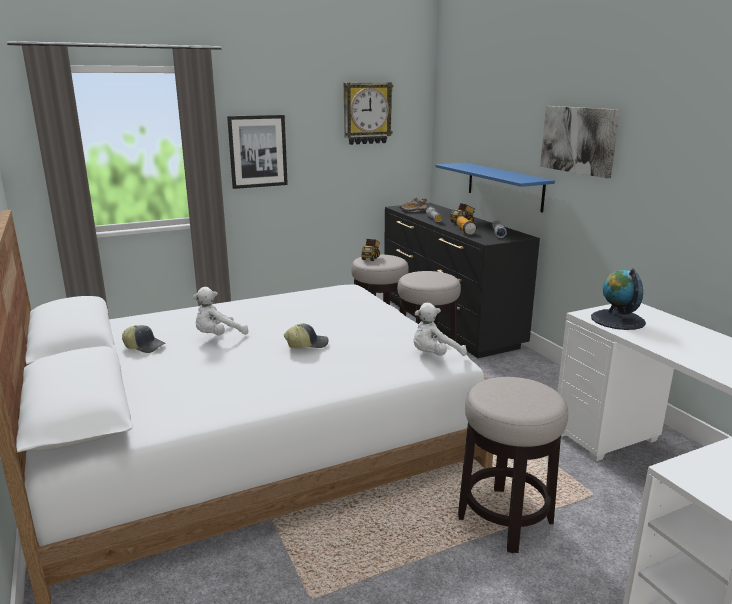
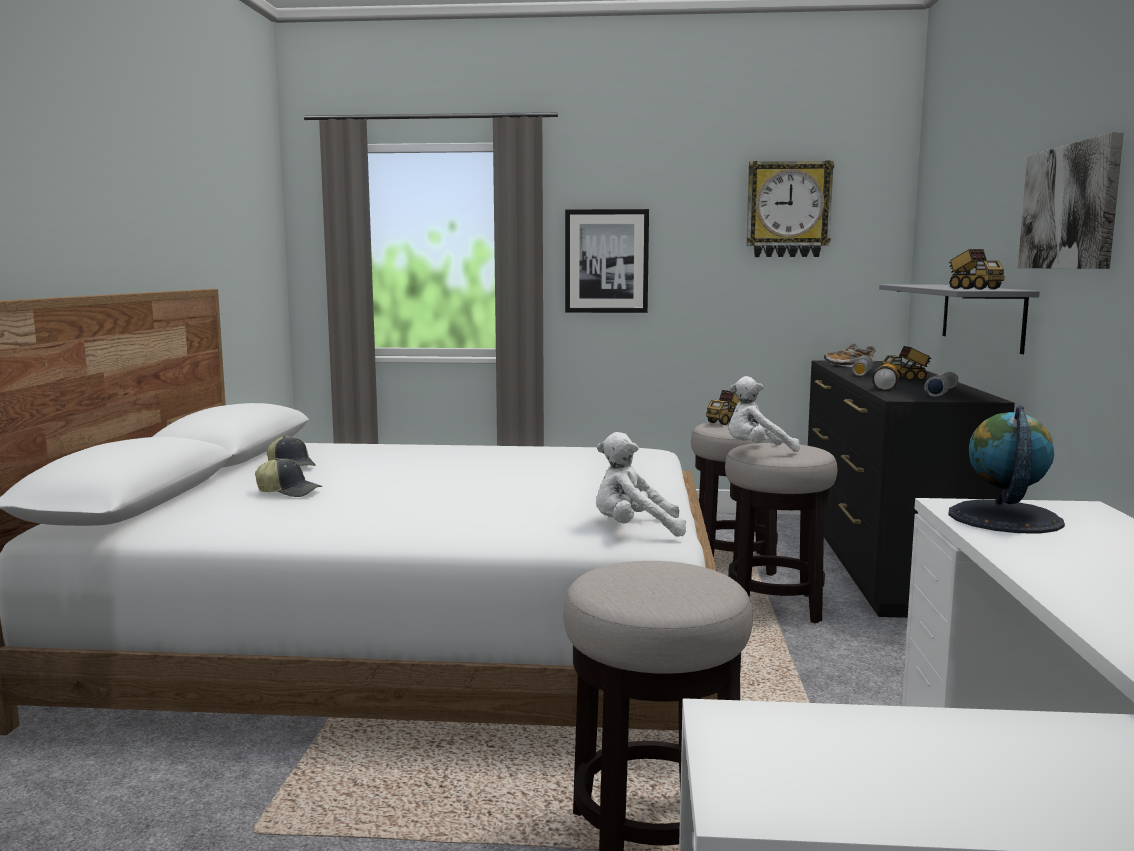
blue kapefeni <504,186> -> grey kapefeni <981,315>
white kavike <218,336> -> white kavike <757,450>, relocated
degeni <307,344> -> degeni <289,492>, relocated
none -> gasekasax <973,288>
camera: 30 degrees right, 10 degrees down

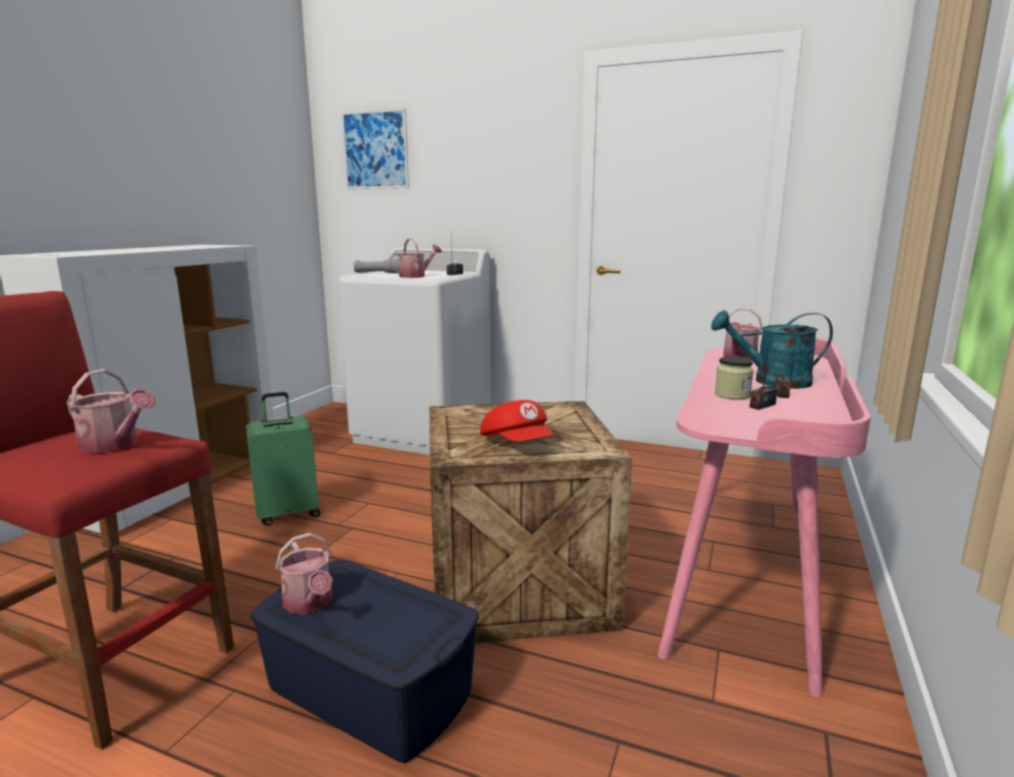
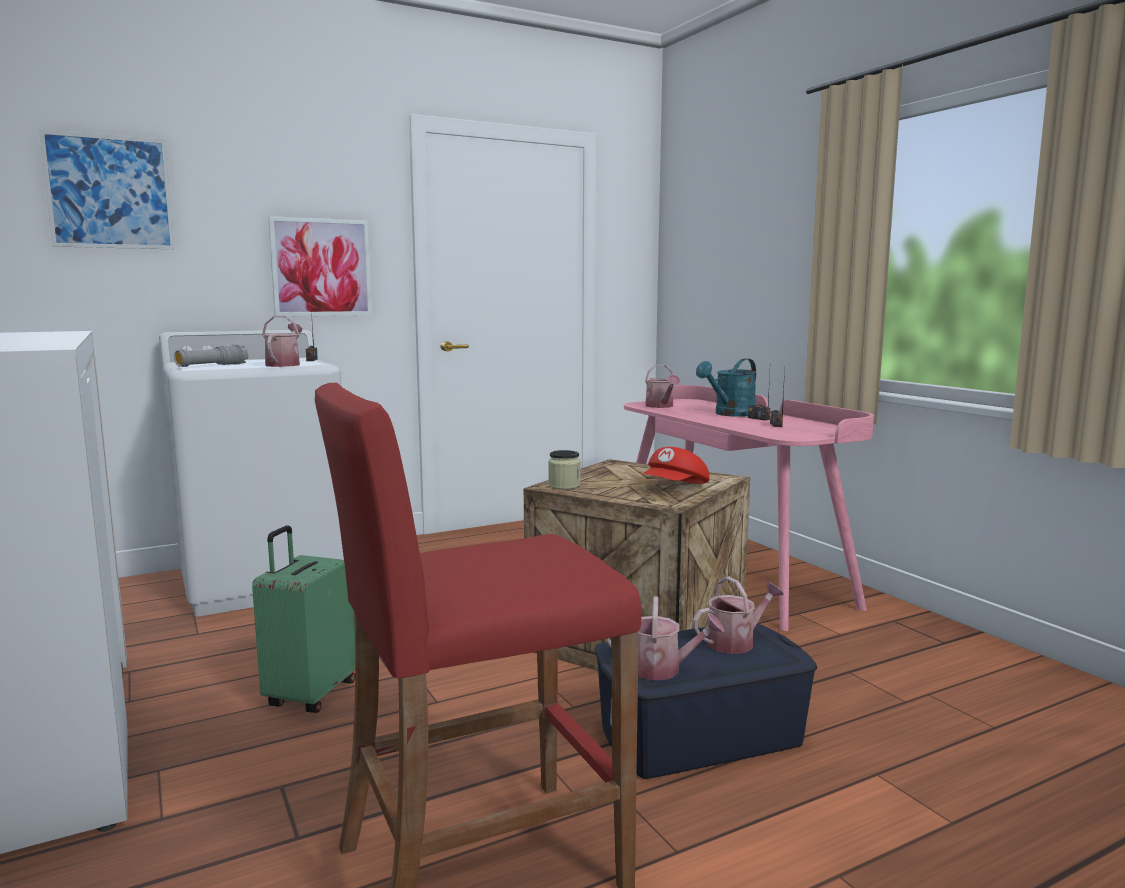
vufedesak <732,395> -> vufedesak <564,486>, relocated
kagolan <114,445> -> kagolan <736,642>, relocated
red degeni <518,444> -> red degeni <675,488>, 120 degrees clockwise
none -> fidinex <321,267>
camera: 50 degrees left, 5 degrees down

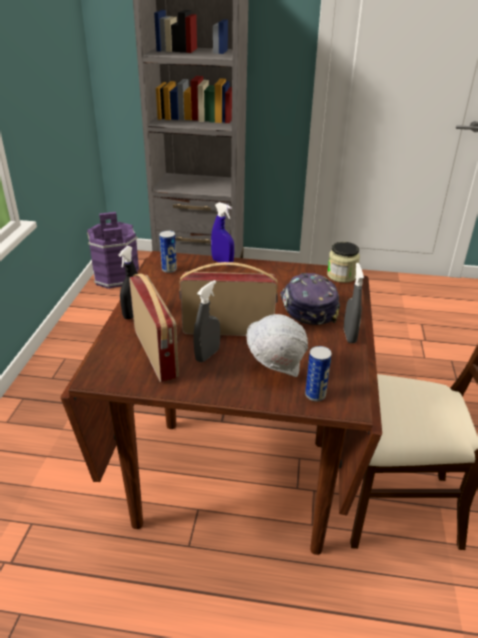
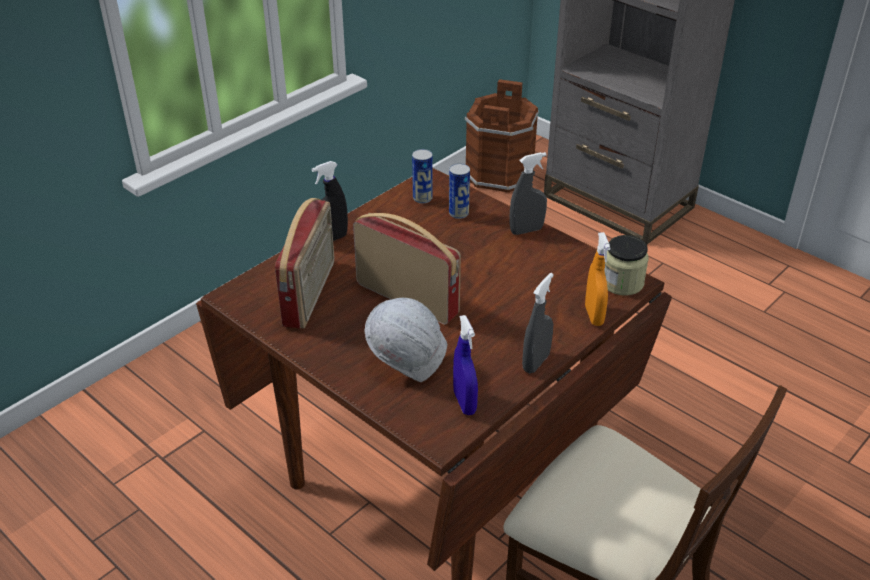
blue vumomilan <222,262> -> blue vumomilan <464,402>, relocated
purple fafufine <117,276> -> brown fafufine <500,174>
degeni <307,307> -> none
grey vumomilan <207,355> -> grey vumomilan <526,230>, relocated
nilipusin <315,395> -> nilipusin <458,213>, relocated
none -> orange vumomilan <594,316>
camera: 35 degrees right, 5 degrees up

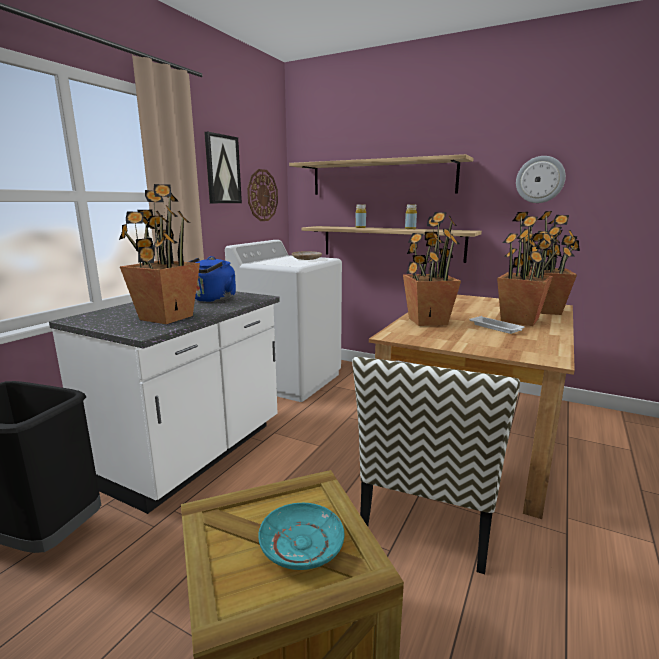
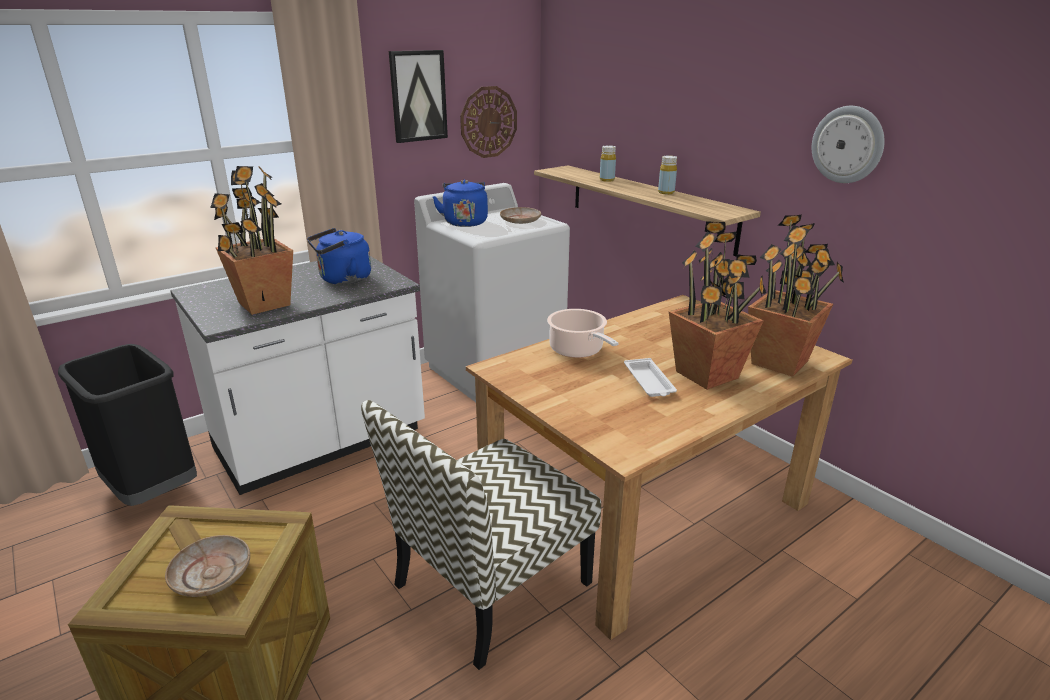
kapefeni <381,178> -> none
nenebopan <427,321> -> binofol <578,350>
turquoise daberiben <301,544> -> beige daberiben <212,574>
none -> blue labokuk <465,222>
camera: 25 degrees right, 10 degrees up

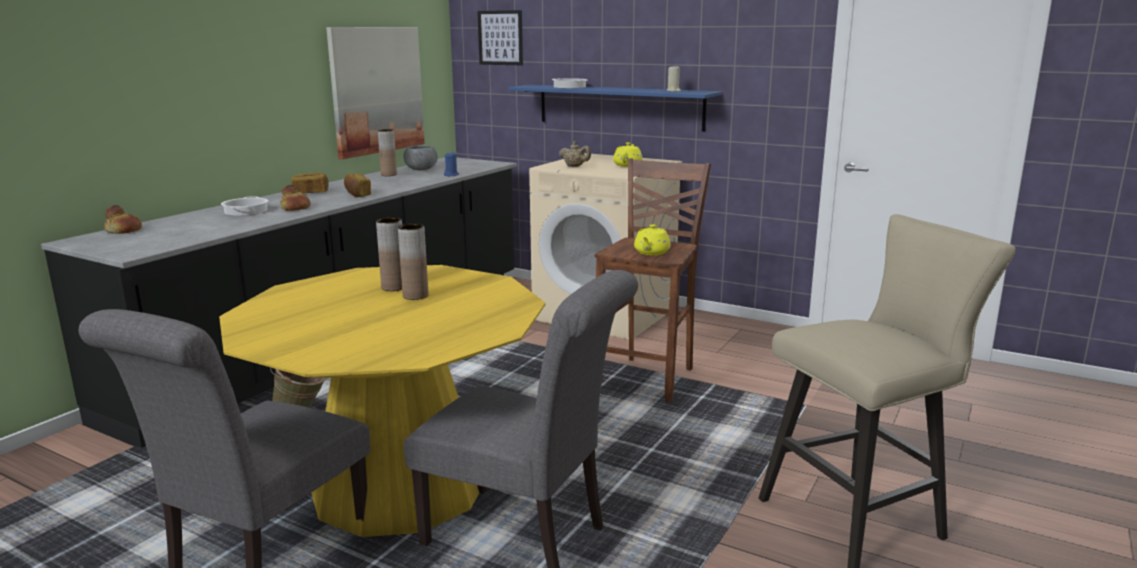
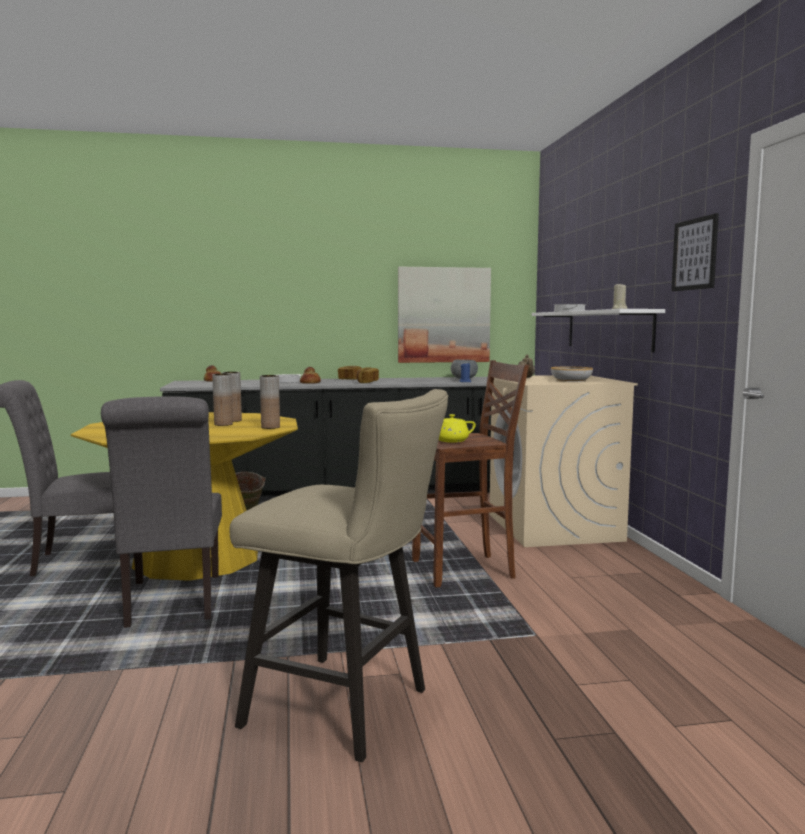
fidinex <500,38> -> fidinex <694,254>, relocated
blue kapefeni <619,107> -> white kapefeni <607,330>
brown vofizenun <389,175> -> brown vofizenun <270,427>, relocated
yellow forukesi <628,165> -> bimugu <571,380>
camera: 50 degrees right, 10 degrees down

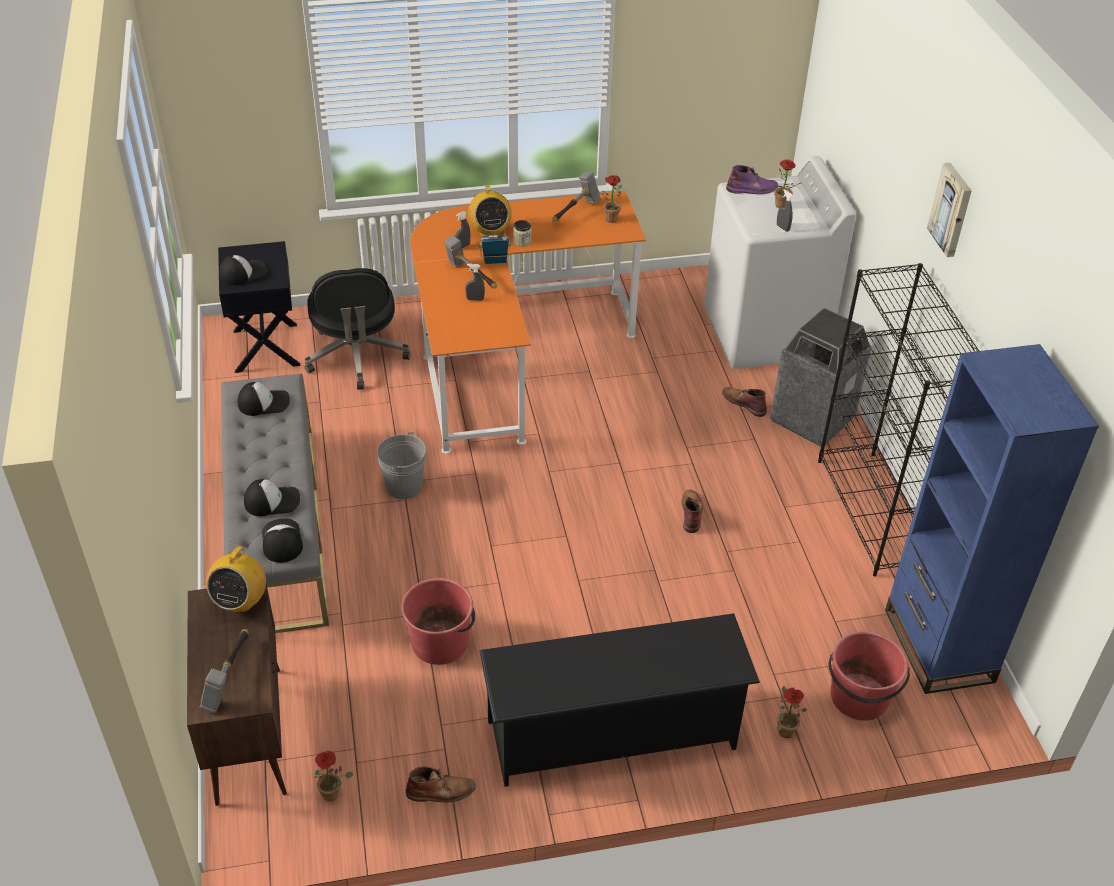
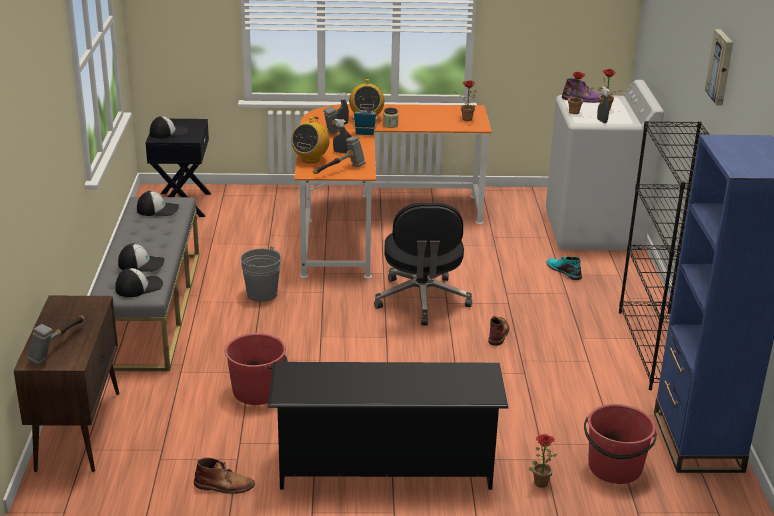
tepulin <575,212> -> tepulin <339,171>, relocated
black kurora <356,356> -> black kurora <422,300>, relocated
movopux <811,419> -> none
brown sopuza <744,403> -> turquoise sopuza <563,271>
degeni <281,541> -> degeni <139,287>, 60 degrees clockwise
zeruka <240,602> -> zeruka <310,159>, relocated
nenebopan <334,793> -> nenebopan <576,112>, relocated
camera: 10 degrees right, 15 degrees down

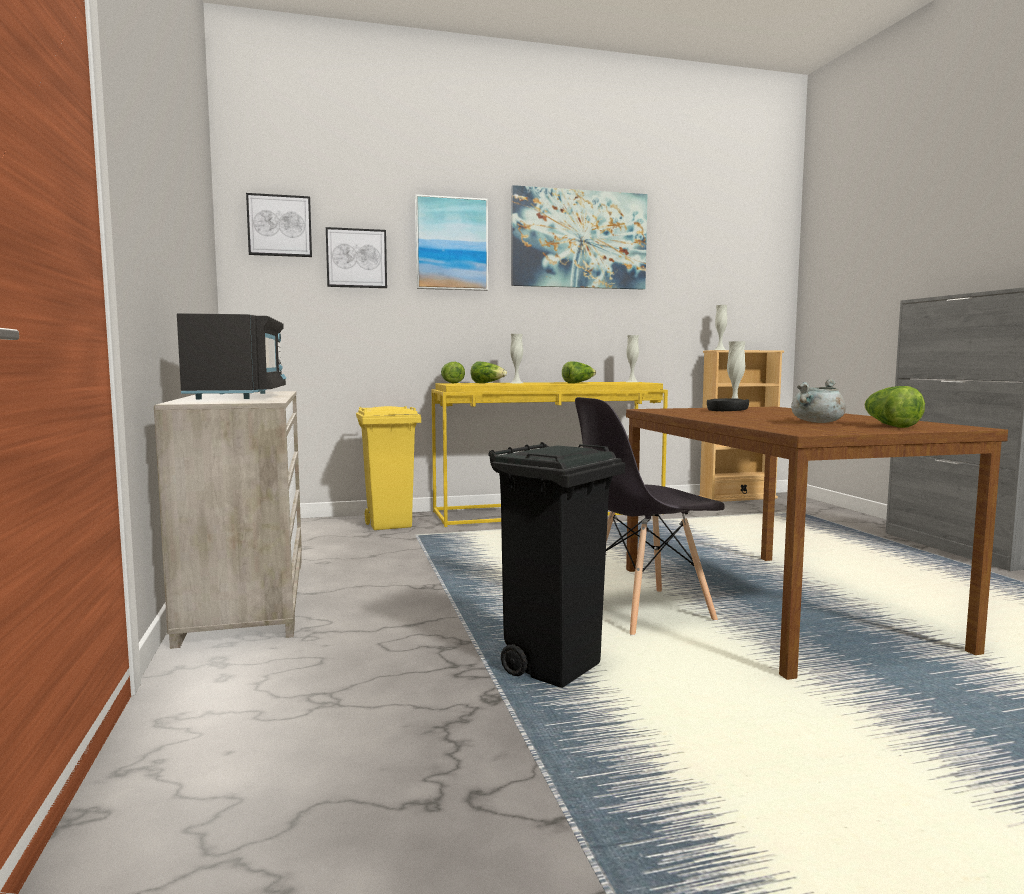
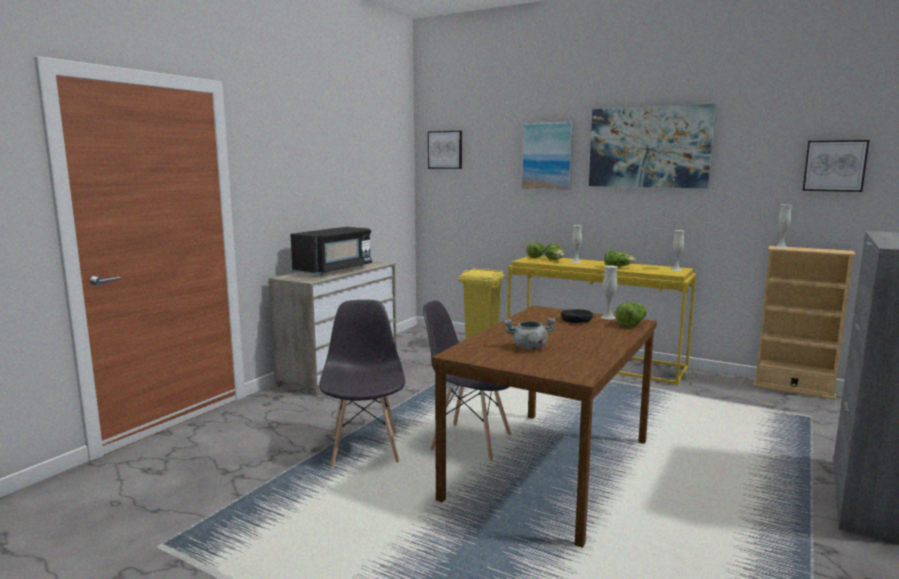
fidinex <356,258> -> fidinex <834,166>, relocated
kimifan <889,426> -> kimifan <631,324>, relocated
black movopux <555,667> -> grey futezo <365,448>
camera: 45 degrees right, 5 degrees up

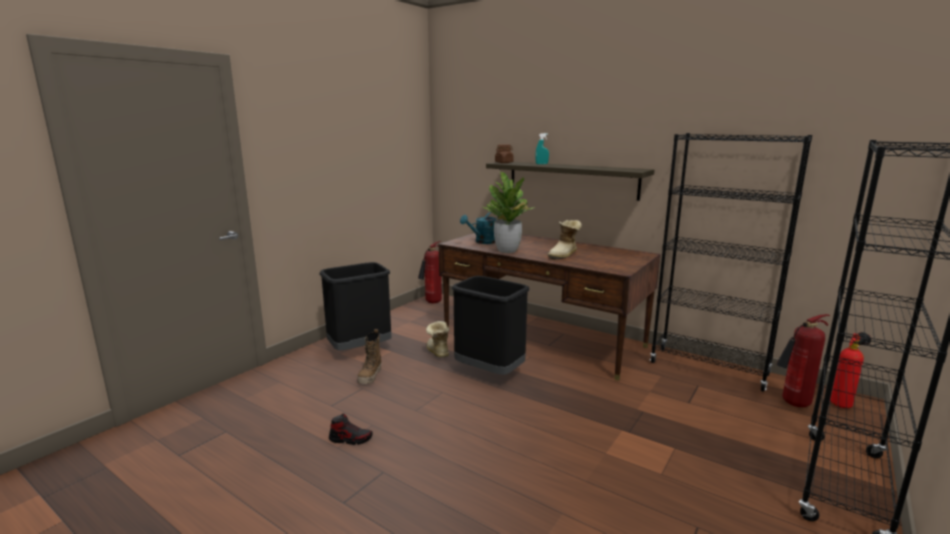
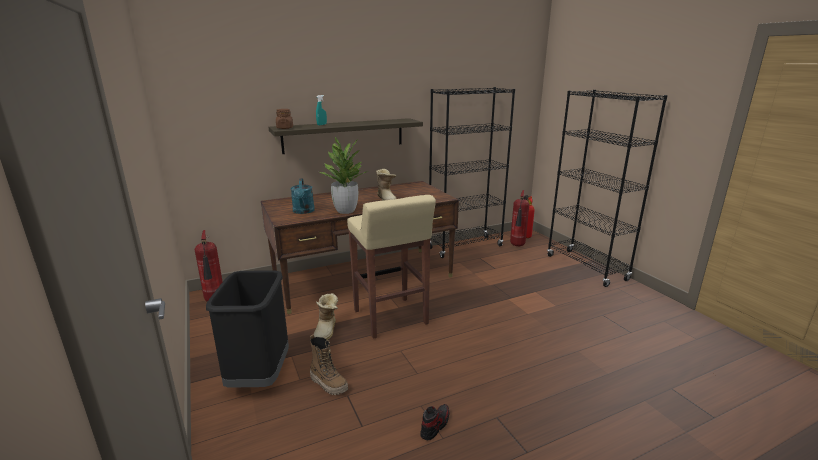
black movopux <489,372> -> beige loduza <390,318>
sopuza <437,352> -> sopuza <327,331>, 90 degrees counterclockwise
camera: 60 degrees left, 5 degrees up

